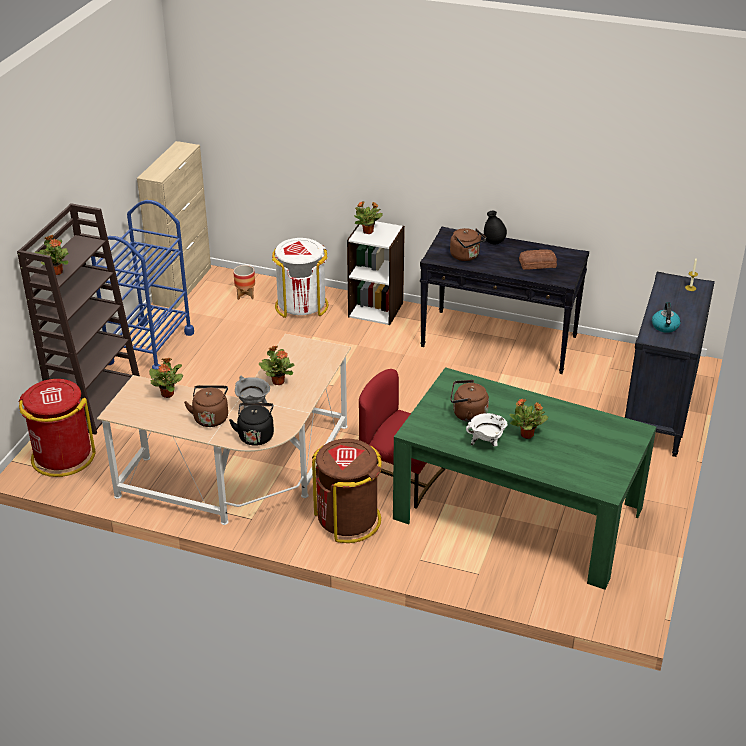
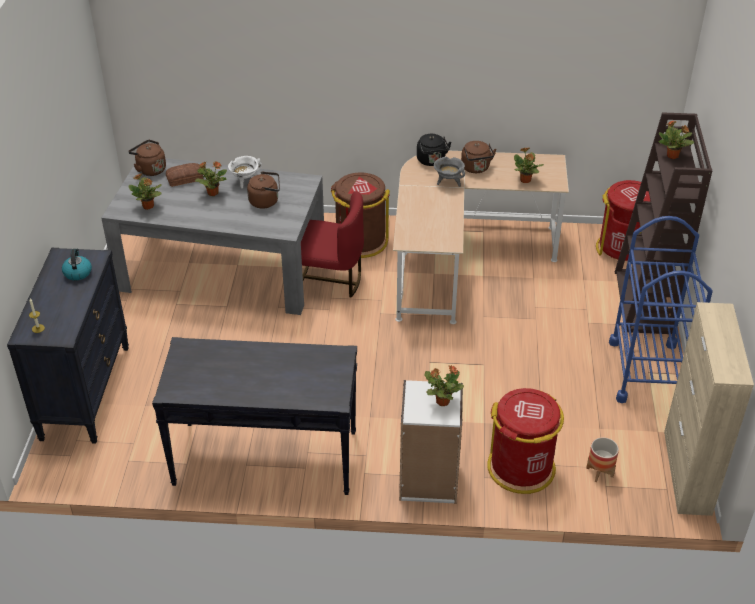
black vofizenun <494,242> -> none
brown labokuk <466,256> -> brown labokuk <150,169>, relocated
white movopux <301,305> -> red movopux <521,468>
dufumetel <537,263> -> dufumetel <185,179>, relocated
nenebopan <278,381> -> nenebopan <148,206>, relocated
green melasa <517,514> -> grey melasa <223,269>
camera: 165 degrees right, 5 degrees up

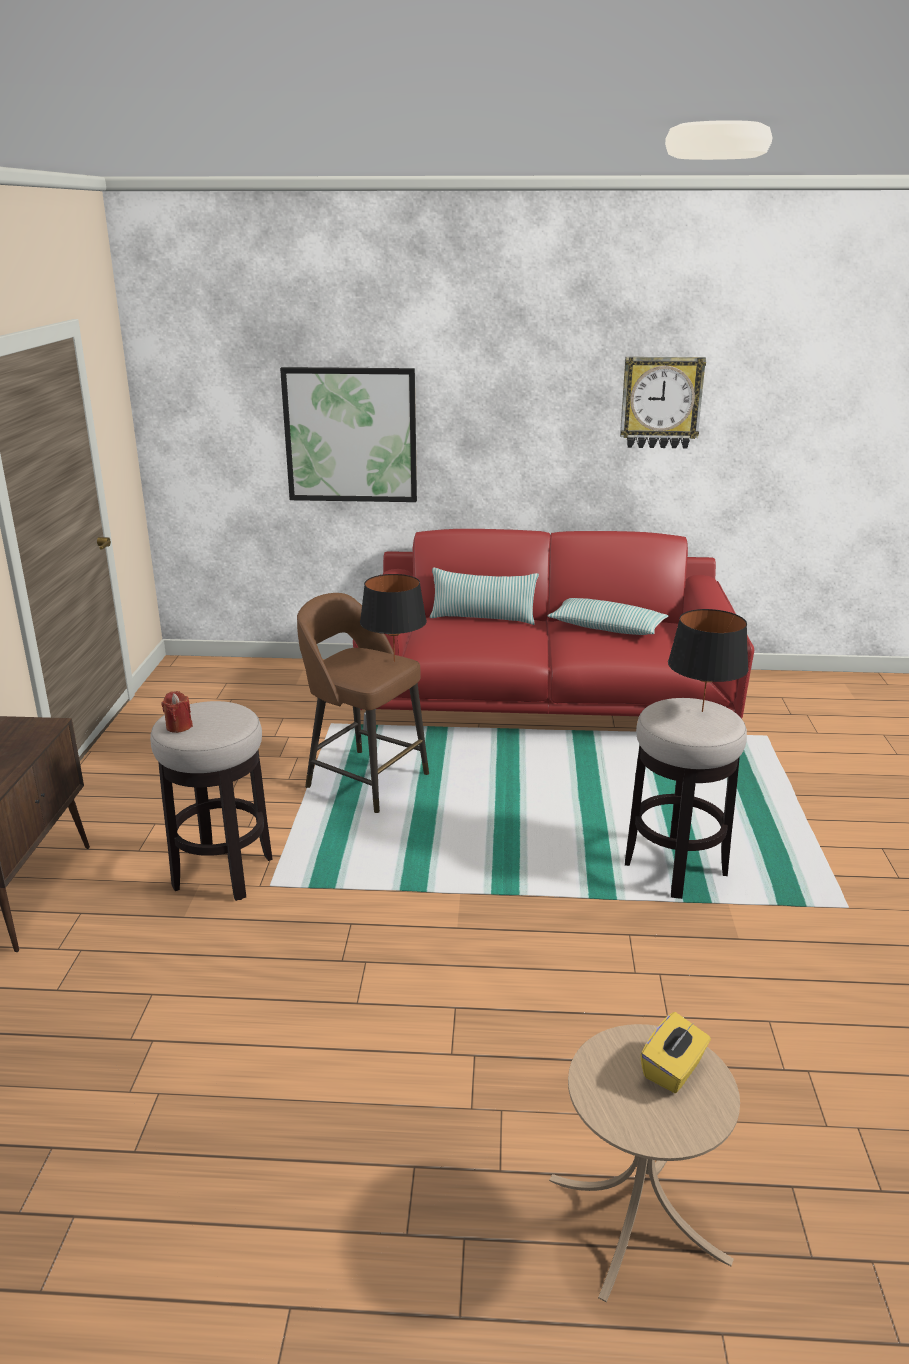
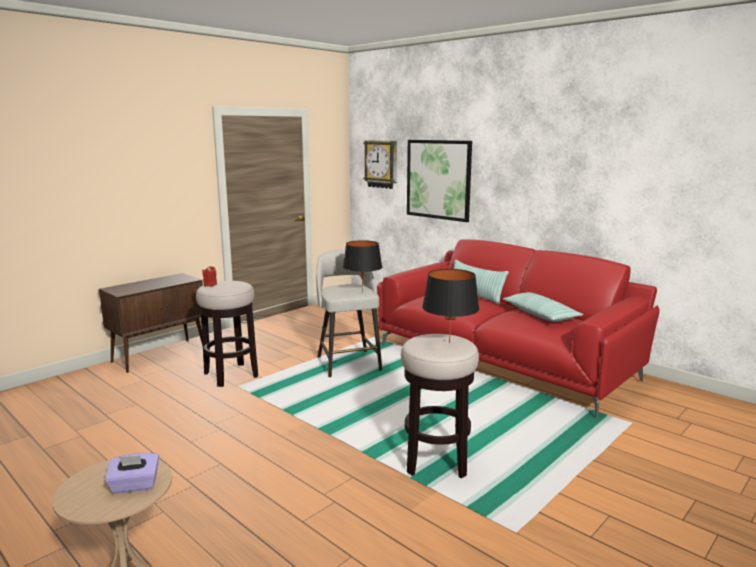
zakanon <661,402> -> zakanon <381,164>, relocated
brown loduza <364,779> -> grey loduza <348,363>
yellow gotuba <673,1069> -> purple gotuba <134,485>
camera: 40 degrees right, 10 degrees down

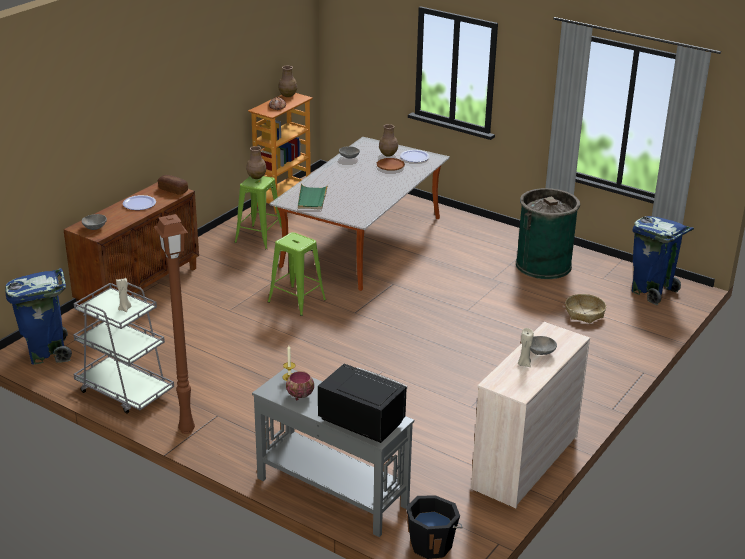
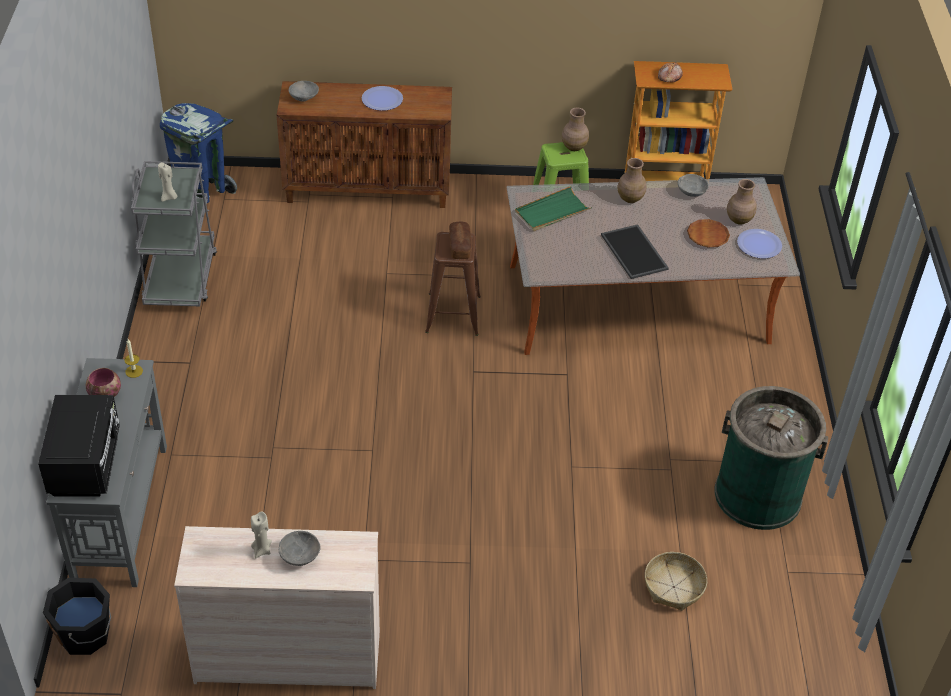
brown vofizenun <288,95> -> brown vofizenun <630,198>, relocated
dufumetel <173,190> -> dufumetel <459,246>, relocated
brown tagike <185,429> -> none
blue movopux <651,291> -> none
green loduza <297,301> -> brown loduza <453,314>
none -> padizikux <635,252>
camera: 55 degrees right, 15 degrees up

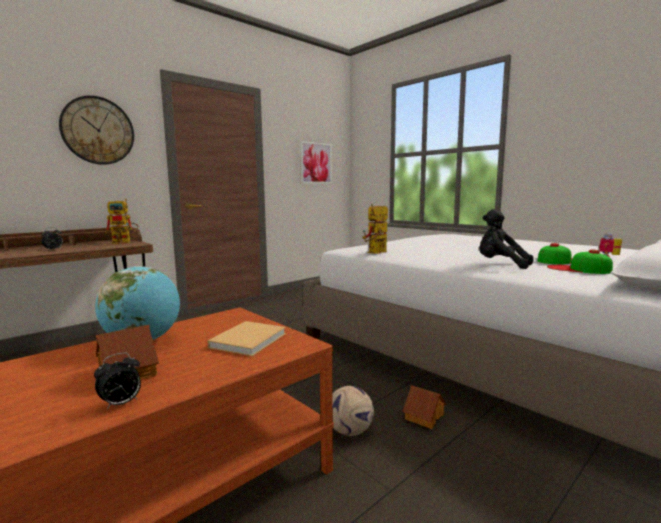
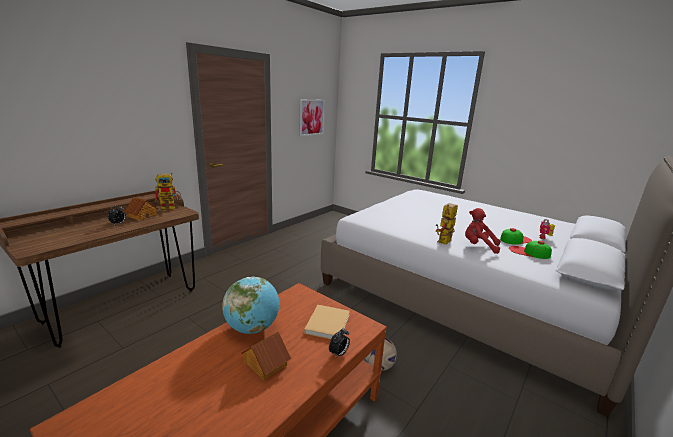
zakanon <98,131> -> none
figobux <375,253> -> figobux <444,243>, relocated
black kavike <500,265> -> red kavike <478,246>
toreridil <121,404> -> toreridil <339,354>, relocated
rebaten <423,416> -> rebaten <142,216>, relocated
camera: 10 degrees left, 10 degrees up

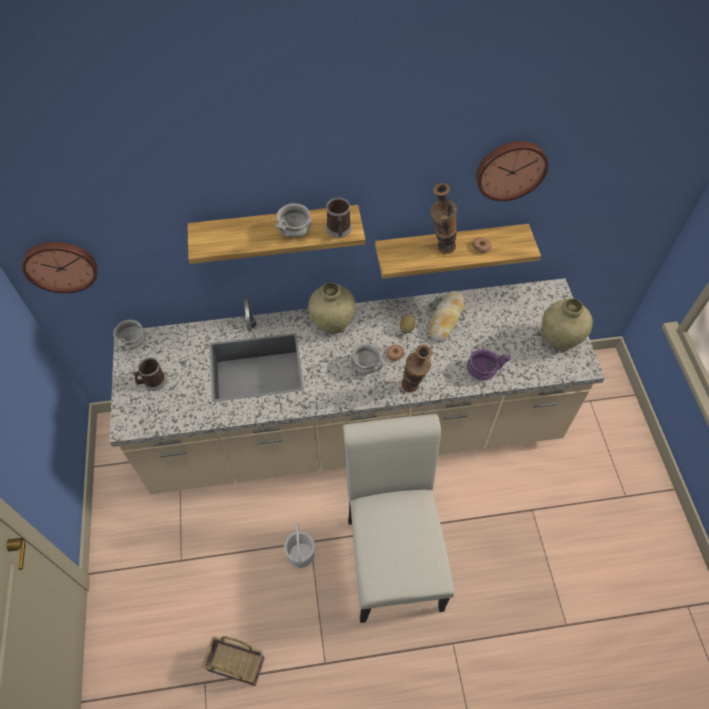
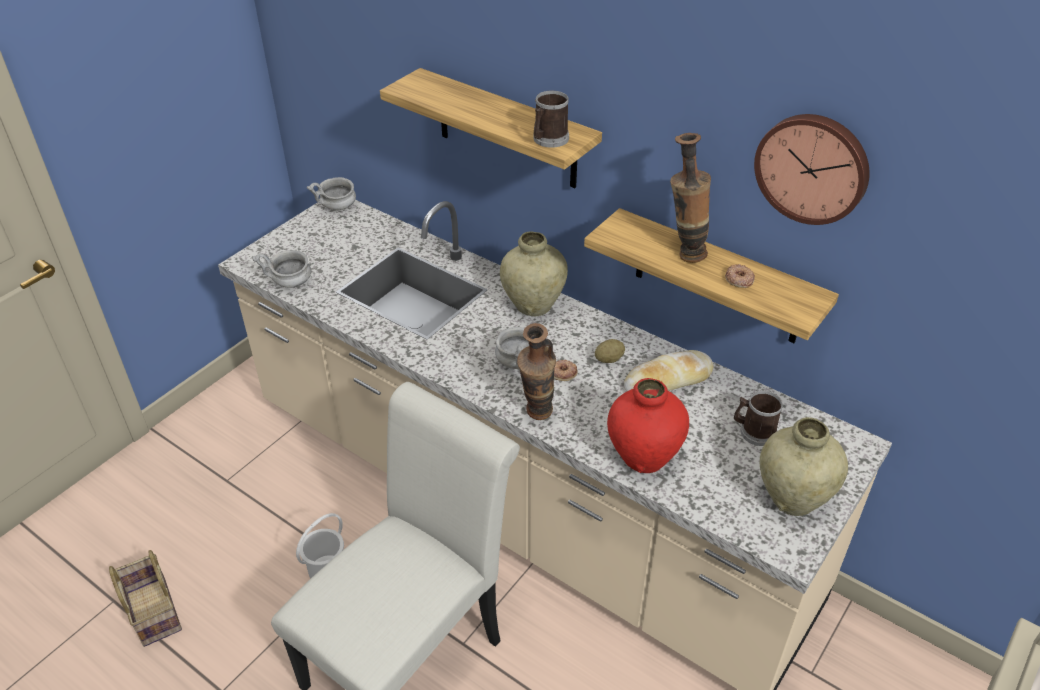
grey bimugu <294,231> -> grey bimugu <291,282>, relocated
zakanon <60,265> -> none
purple bimugu <482,371> -> red vofizenun <643,457>
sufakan <152,382> -> sufakan <754,431>, relocated
camera: 45 degrees right, 15 degrees down

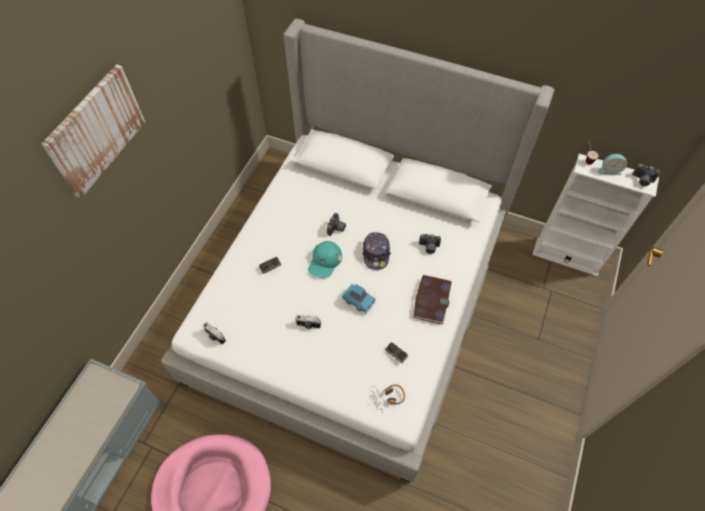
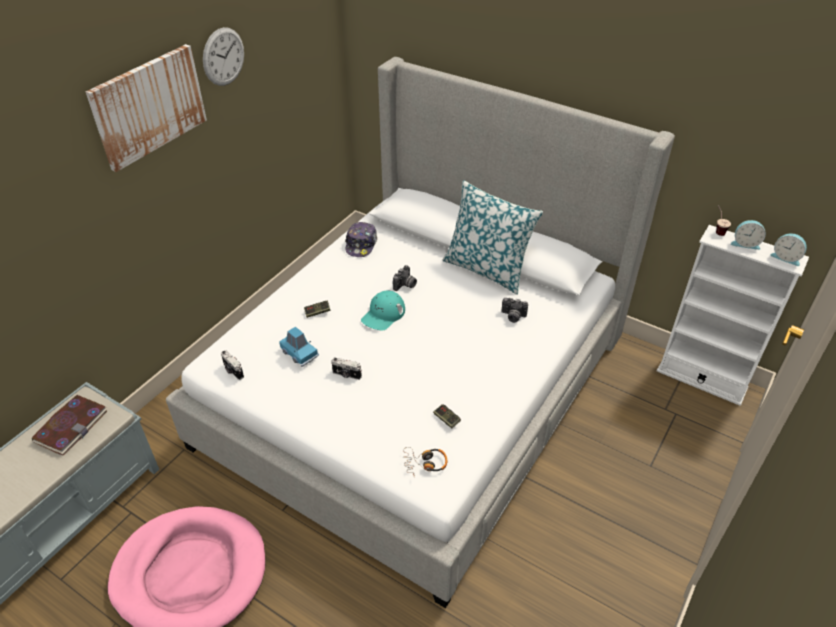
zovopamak <642,180> -> toreridil <786,257>
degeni <376,253> -> degeni <361,244>, relocated
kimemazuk <431,300> -> kimemazuk <71,426>, relocated
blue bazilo <358,301> -> blue bazilo <299,353>, relocated
none -> zakanon <223,56>
none -> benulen <487,269>
camera: 10 degrees right, 15 degrees down

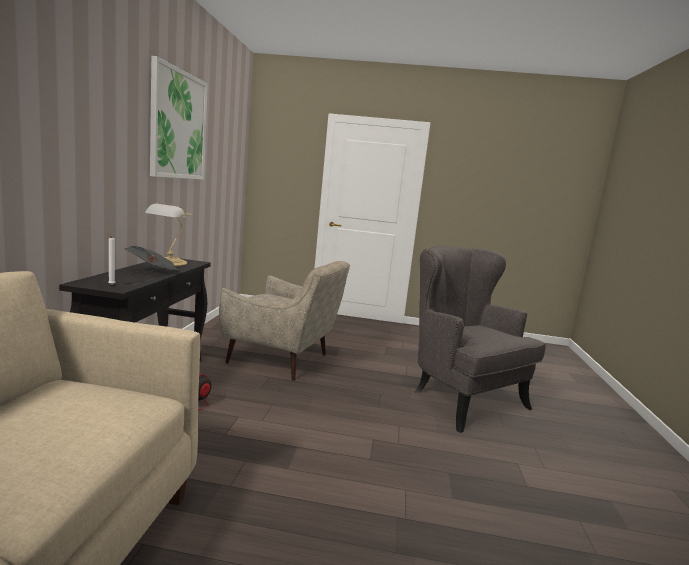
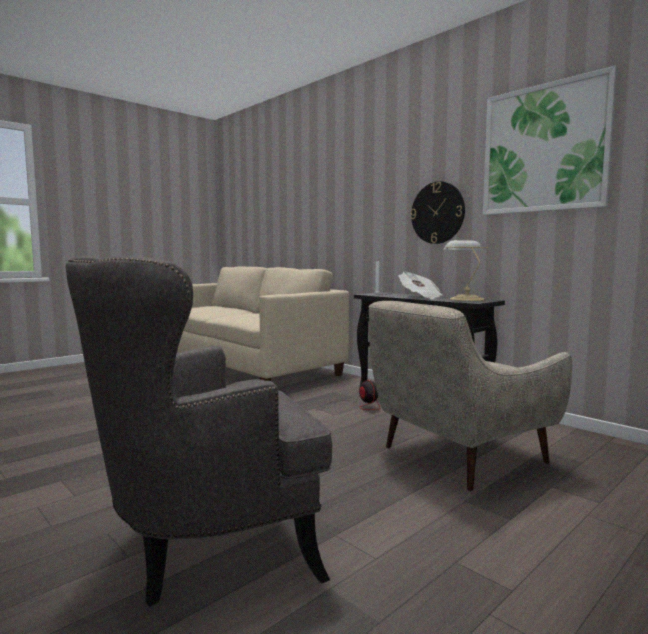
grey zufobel <461,399> -> grey zufobel <205,544>, 150 degrees clockwise
none -> zakanon <437,213>
camera: 130 degrees right, 5 degrees down

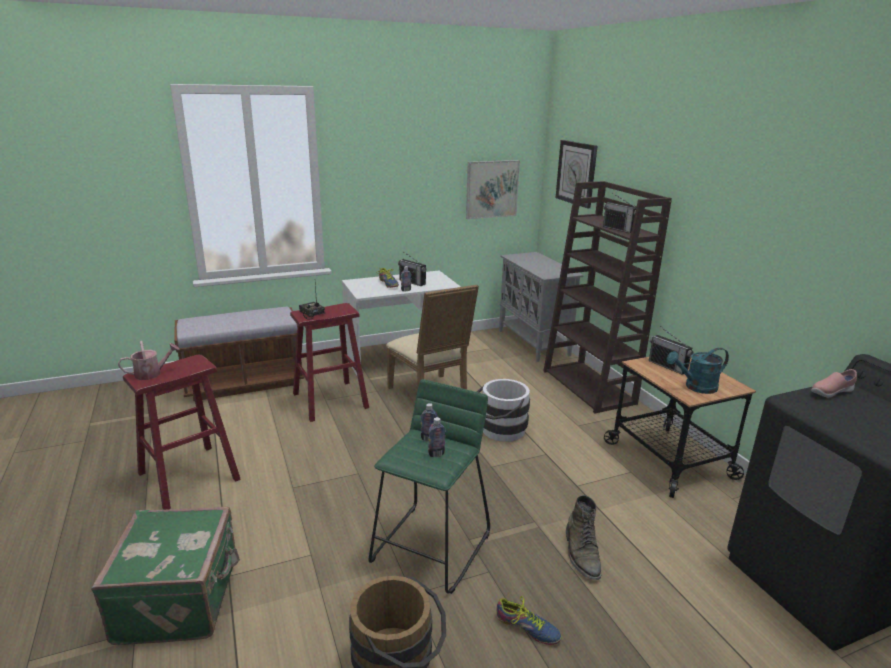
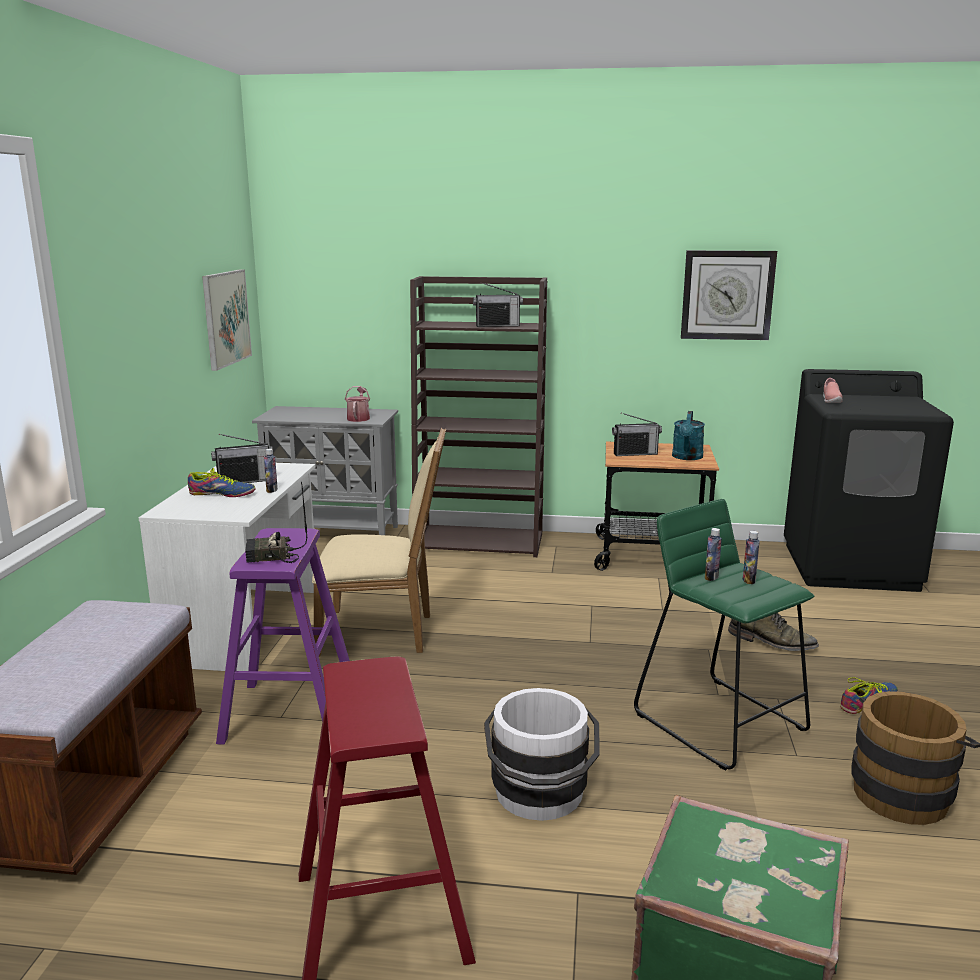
zakanon <576,173> -> zakanon <727,295>, relocated
red loduza <330,400> -> purple loduza <290,713>
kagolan <152,373> -> kagolan <359,418>, relocated
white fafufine <499,431> -> white fafufine <540,798>, relocated
camera: 60 degrees left, 5 degrees down

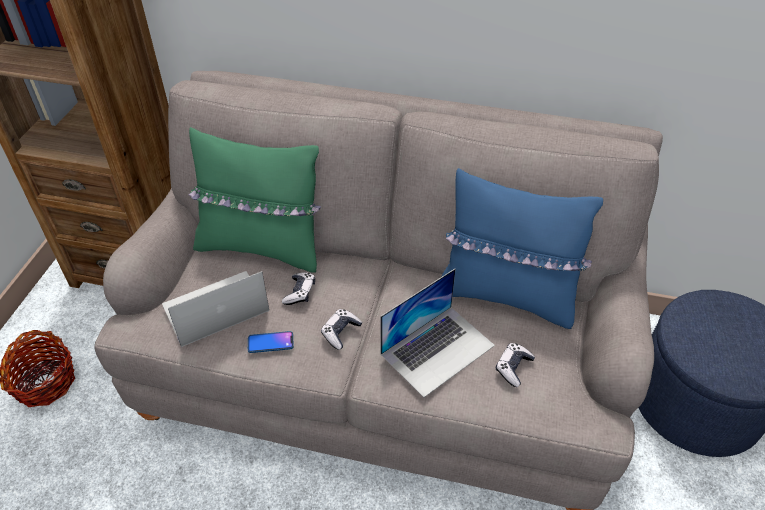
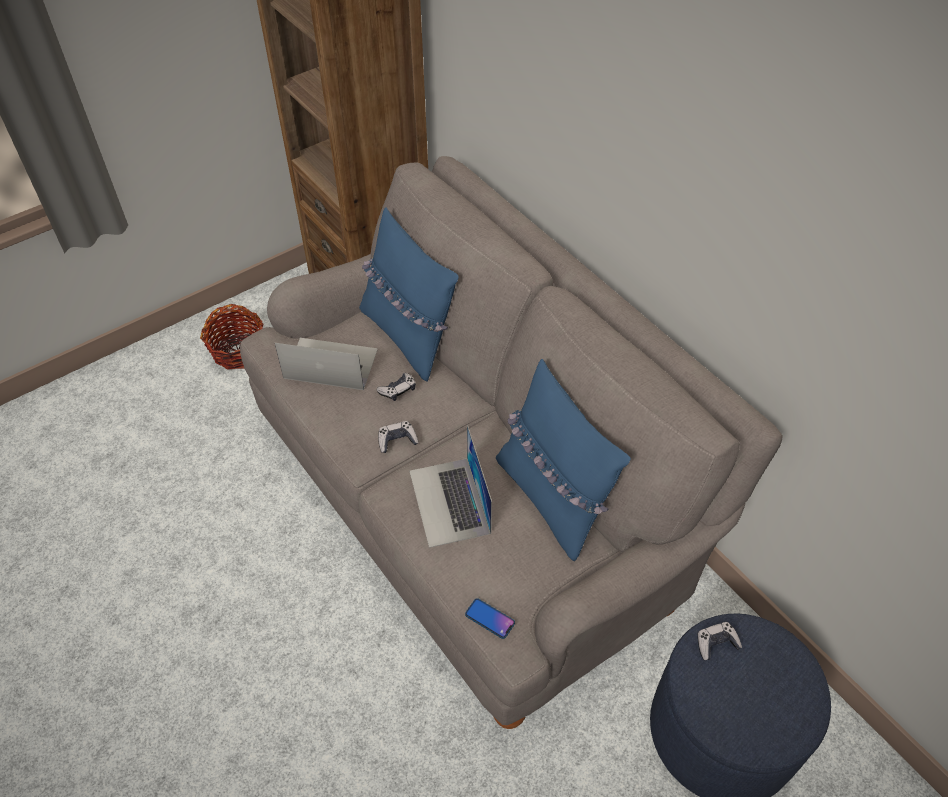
green benulen <262,247> -> blue benulen <408,336>
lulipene <437,349> -> lulipene <449,502>, 75 degrees clockwise
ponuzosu <270,342> -> ponuzosu <489,619>, relocated
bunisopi <513,368> -> bunisopi <716,643>, relocated
camera: 40 degrees right, 5 degrees up

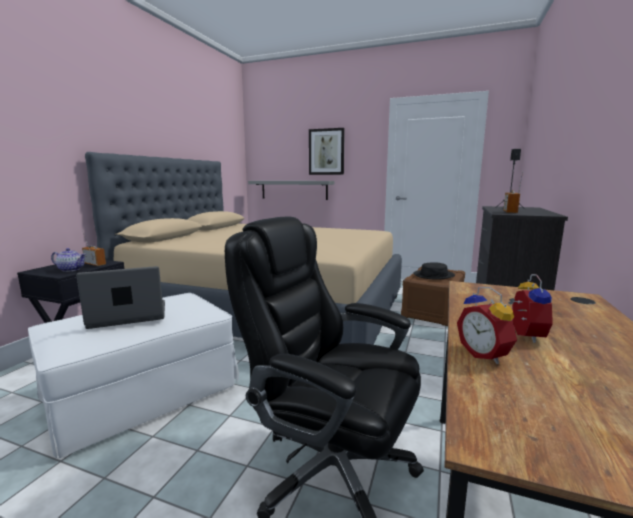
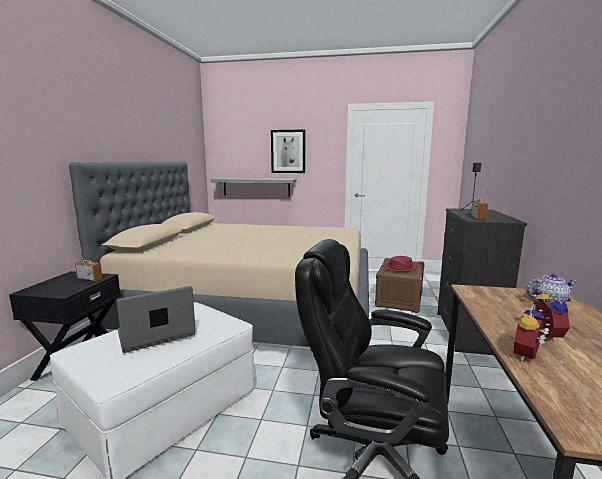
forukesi <71,269> -> forukesi <549,301>, relocated
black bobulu <433,275> -> red bobulu <400,267>
toreridil <485,355> -> toreridil <529,356>, 75 degrees clockwise
camera: 10 degrees left, 0 degrees up

